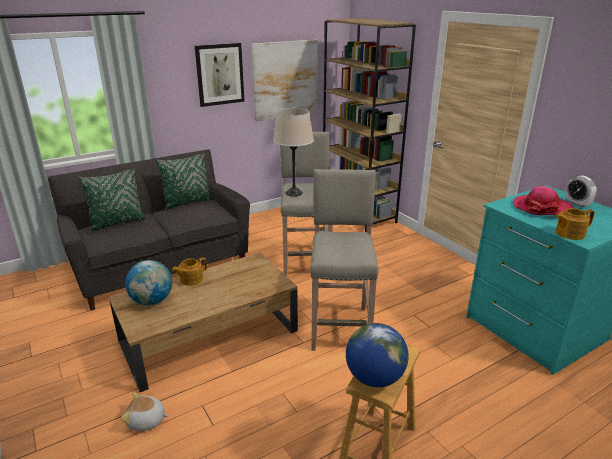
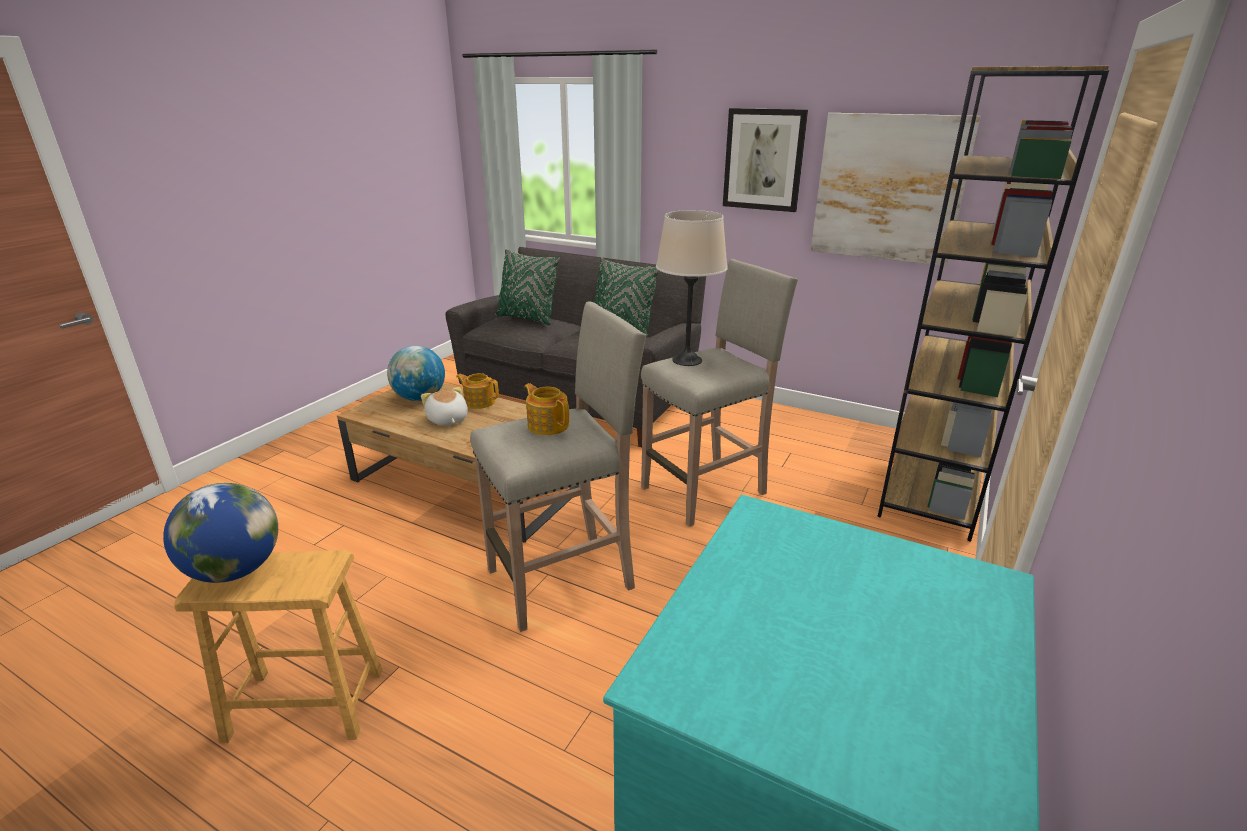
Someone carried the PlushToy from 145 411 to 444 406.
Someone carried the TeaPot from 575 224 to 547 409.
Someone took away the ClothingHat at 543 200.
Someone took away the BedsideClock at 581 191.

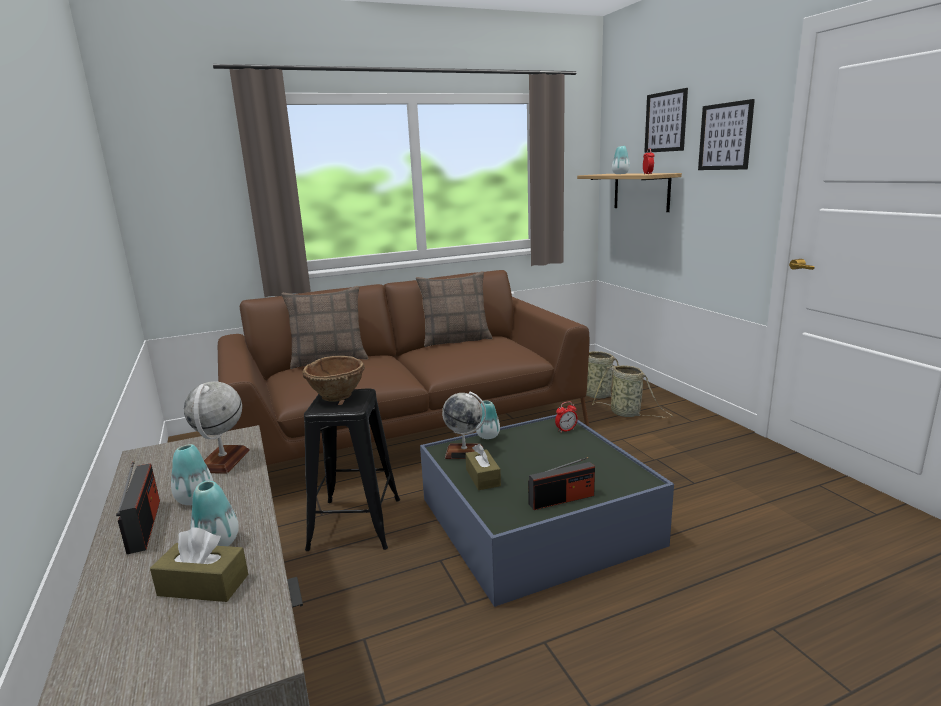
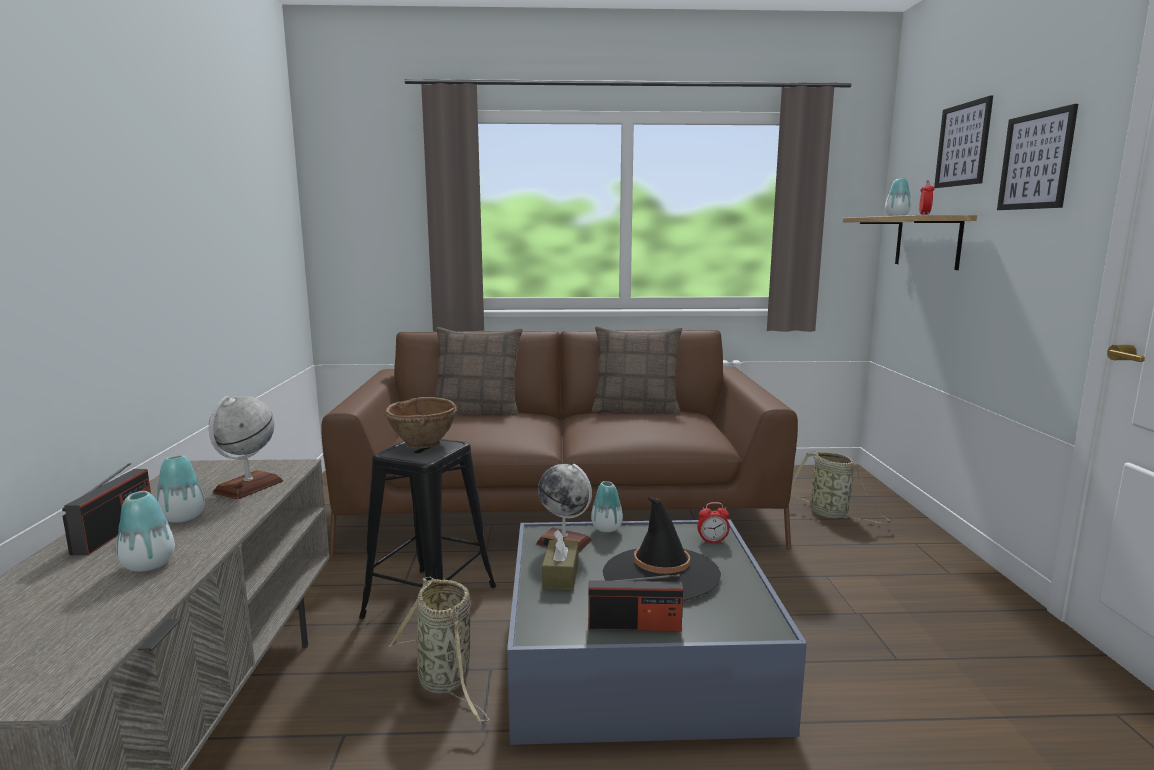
Someone carried the Basket from 632 391 to 439 649.
Someone put down the BlackColouredClothingHat at 662 549.
Someone took away the BrownTissueHolder at 199 564.

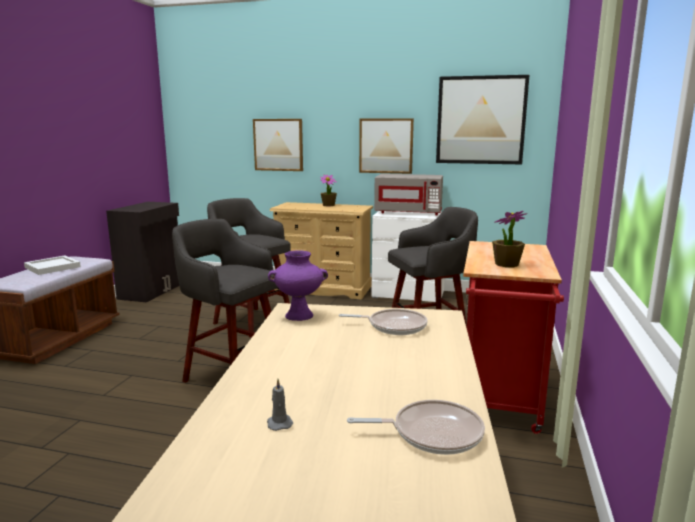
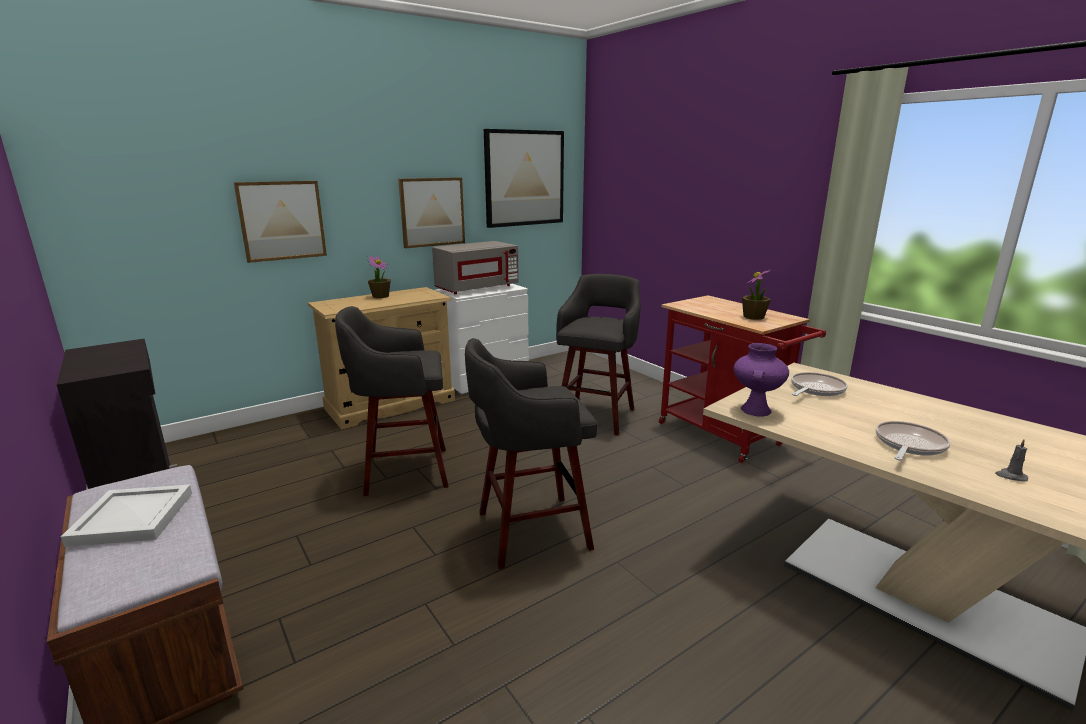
Someone carried the FryingPan from 416 427 to 913 441.

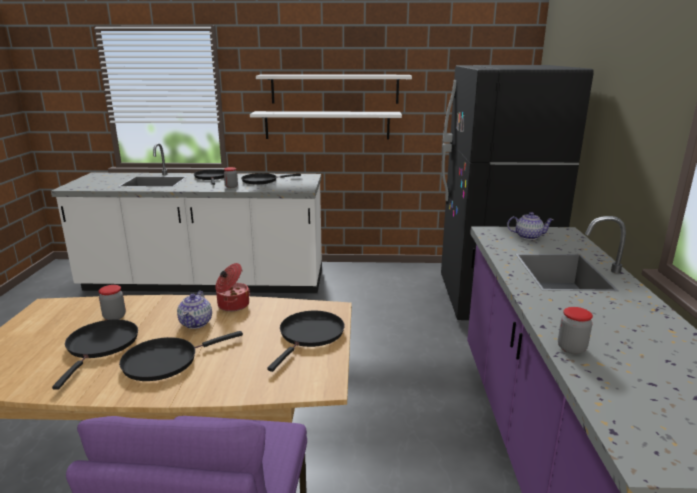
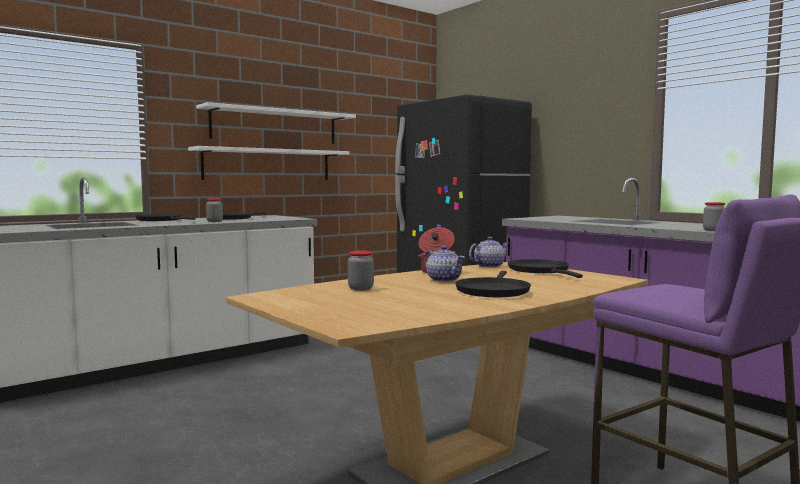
Someone carried the TeaPot from 530 226 to 489 252.
Someone took away the BlackColouredFryingPan at 95 354.

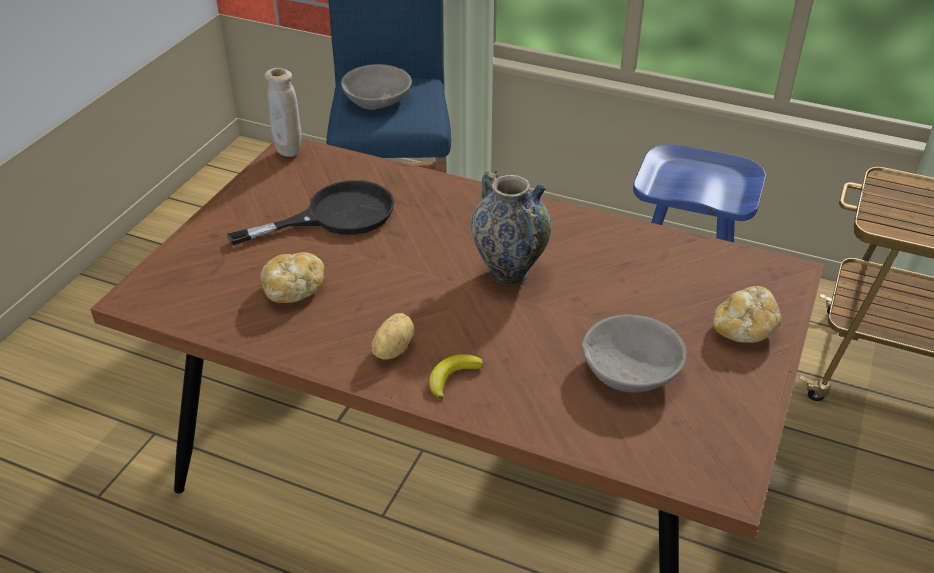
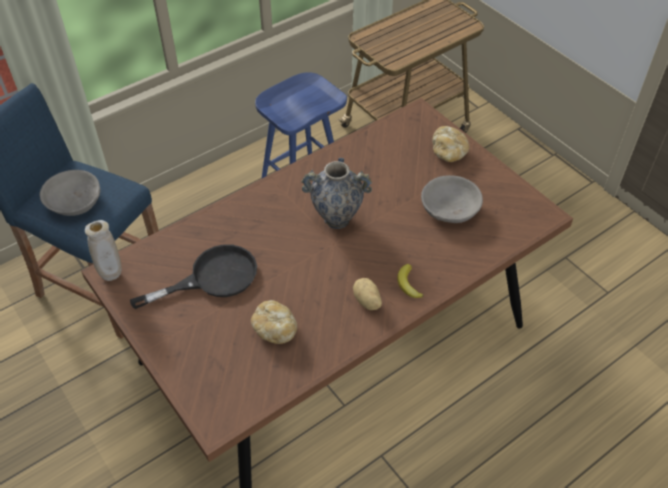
Someone rotated the BlackColouredFryingPan at 310 212 by 60 degrees clockwise.

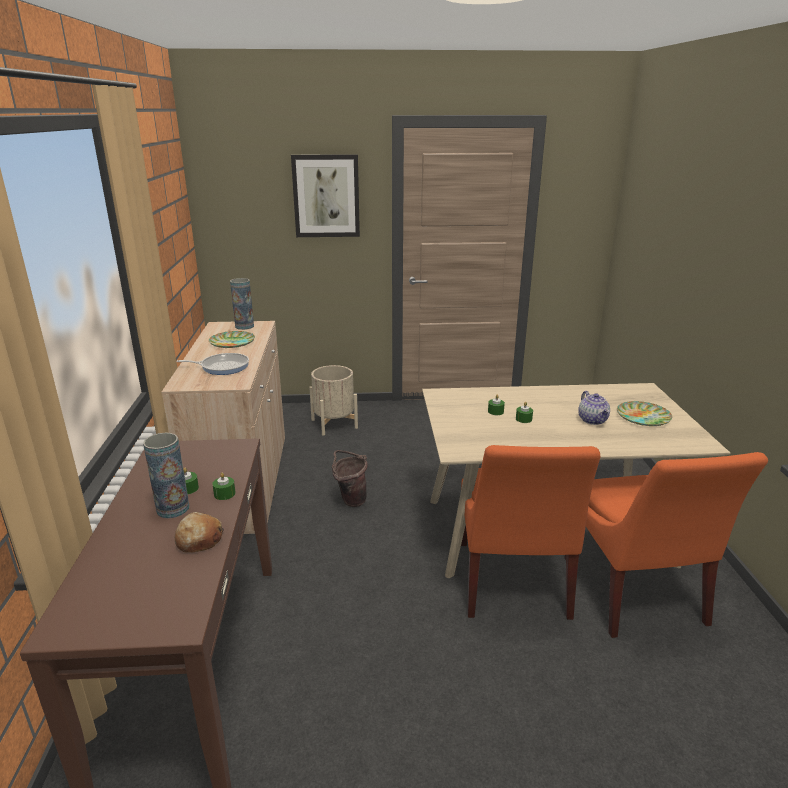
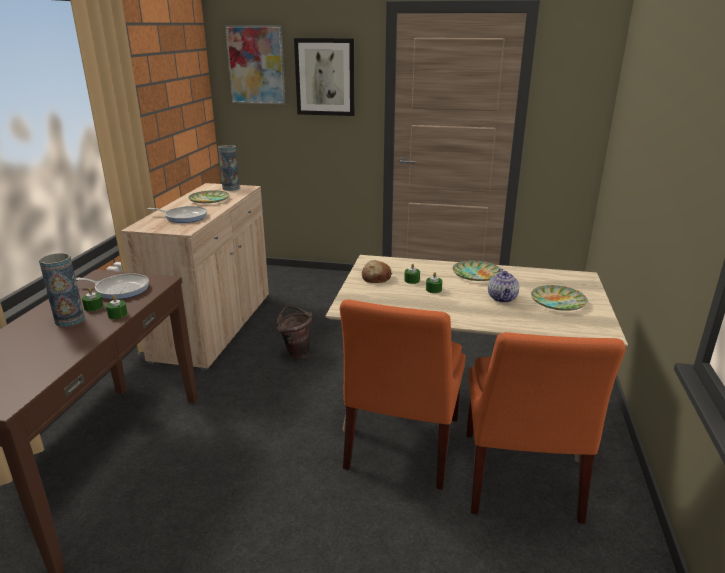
Someone put down the FryingPan at 112 286.
Someone put up the Picture at 255 64.
Someone carried the BakedBread from 199 532 to 377 271.
Someone put down the FlatDish at 476 270.
Someone took away the BeigeFlowerPot at 333 400.

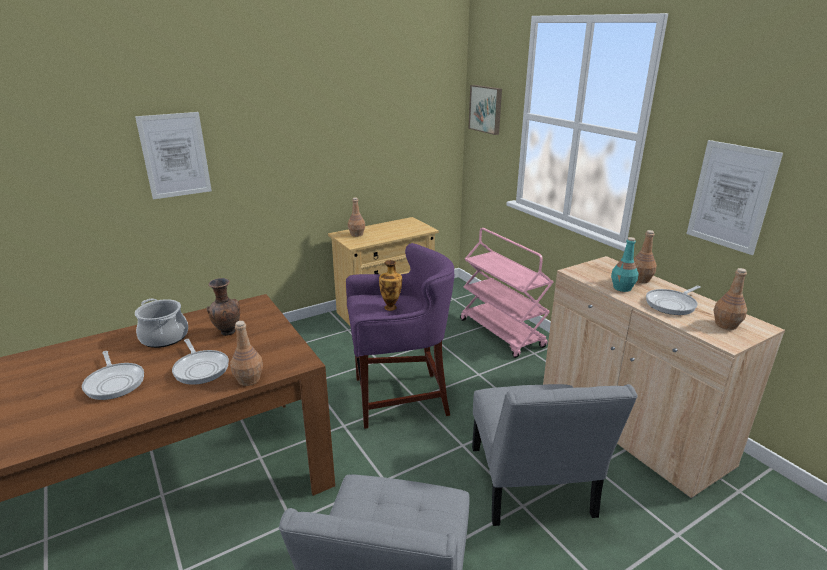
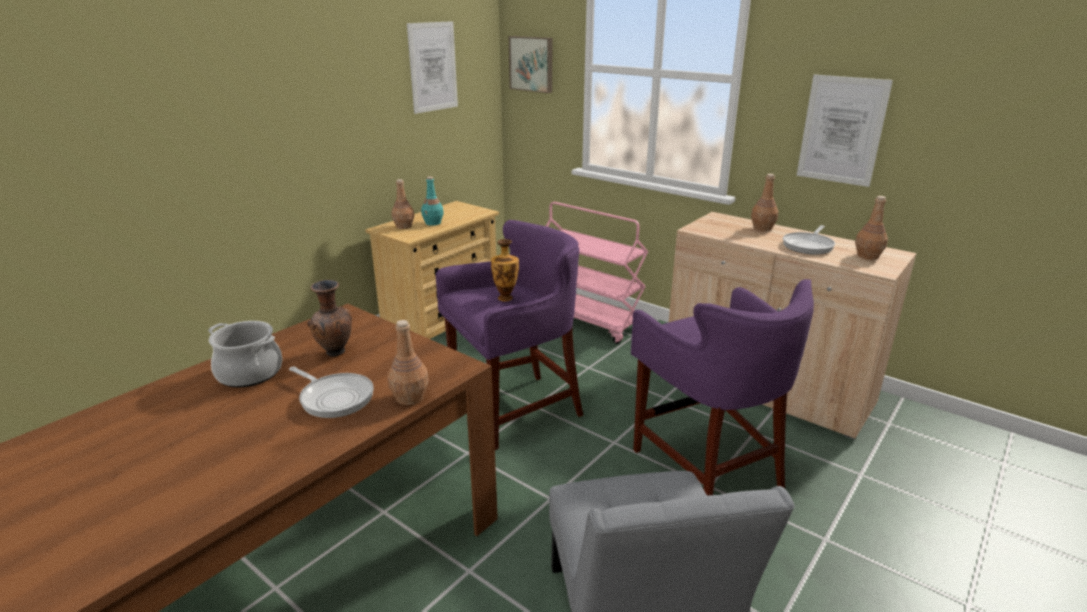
Someone carried the Picture from 173 155 to 432 67.
Someone carried the BlueGreenDrinkBottle from 625 264 to 432 201.
Someone swapped the GrayPlainChair at 555 455 for the PurpleStoolSeat at 722 387.
Someone took away the FryingPan at 113 375.

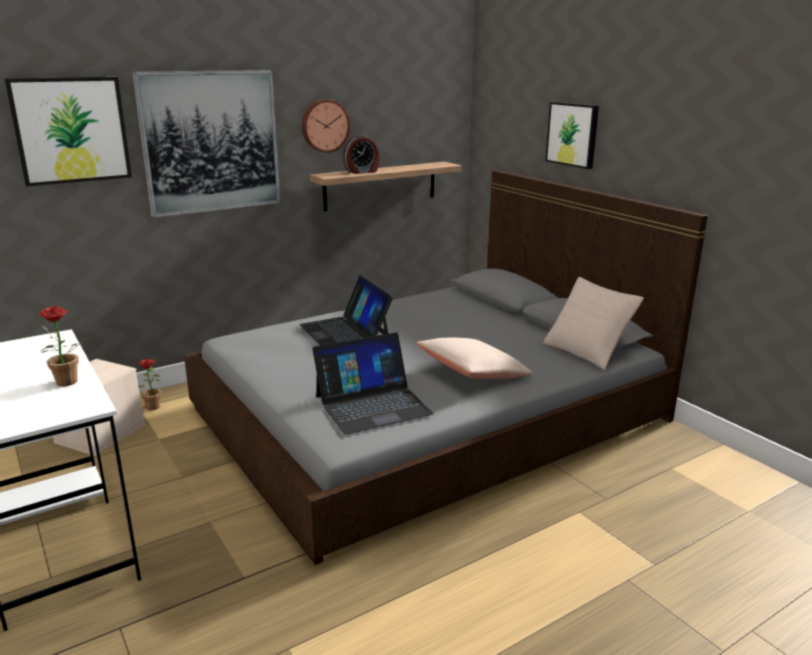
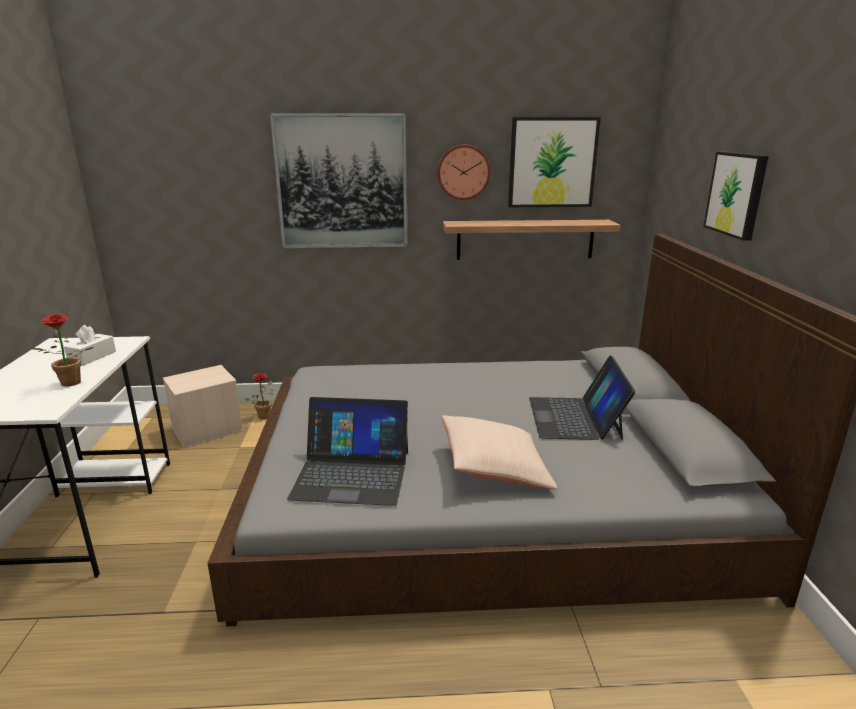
Someone put down the WhiteTissueHolder at 90 345.
Someone carried the Picture from 68 131 to 554 162.
Someone carried the Laptop from 346 310 to 582 397.
Someone took away the BedsideClock at 361 154.
Someone took away the BeigePillow at 593 323.

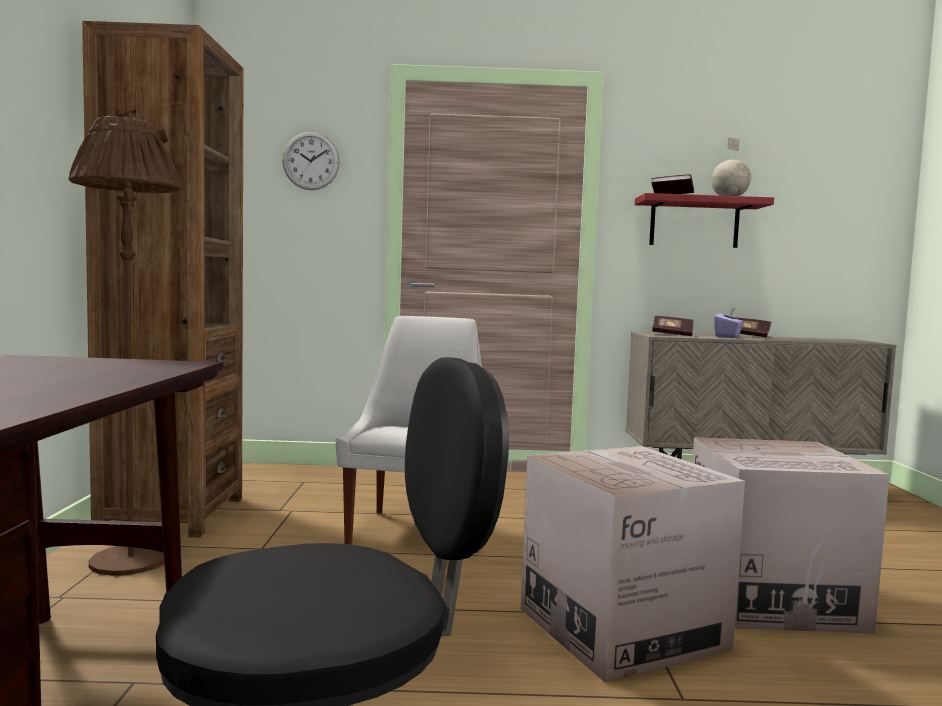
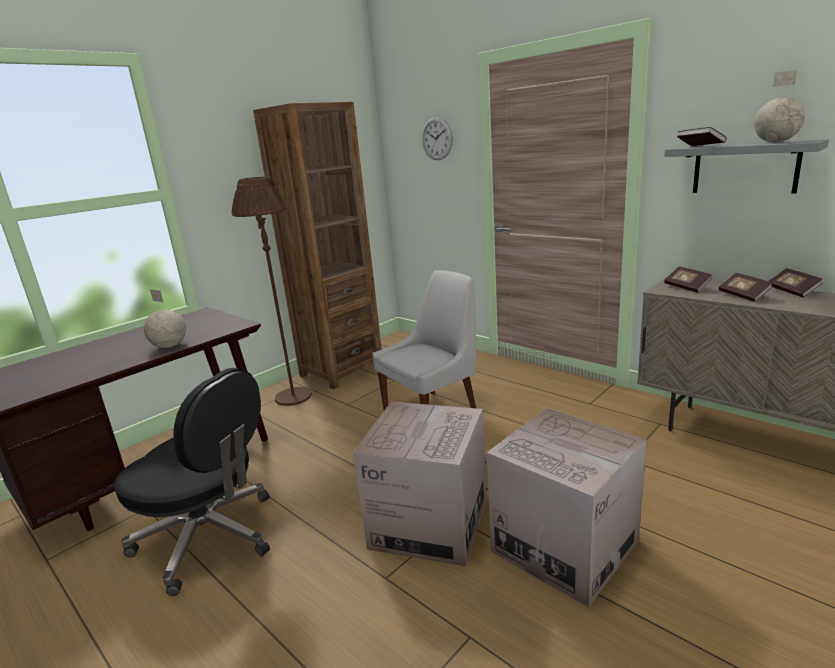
Someone put down the DeskGlobe at 165 318.
Someone repainted the RedShelf at 704 220, which became the GrayShelf at 746 166.
Someone swapped the PurpleTissueHolder at 729 322 for the Volume at 746 287.

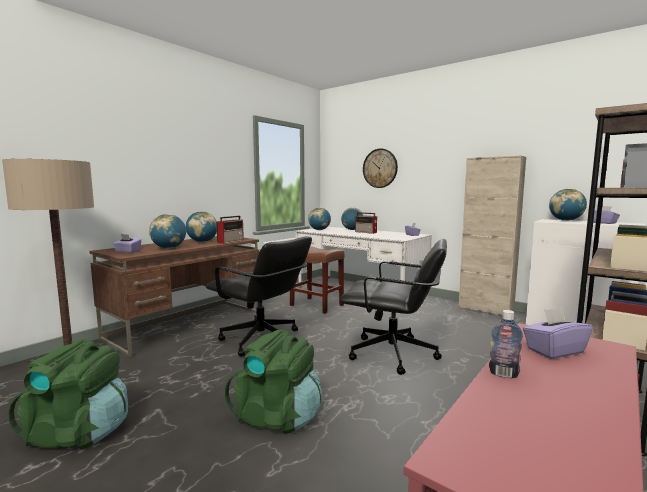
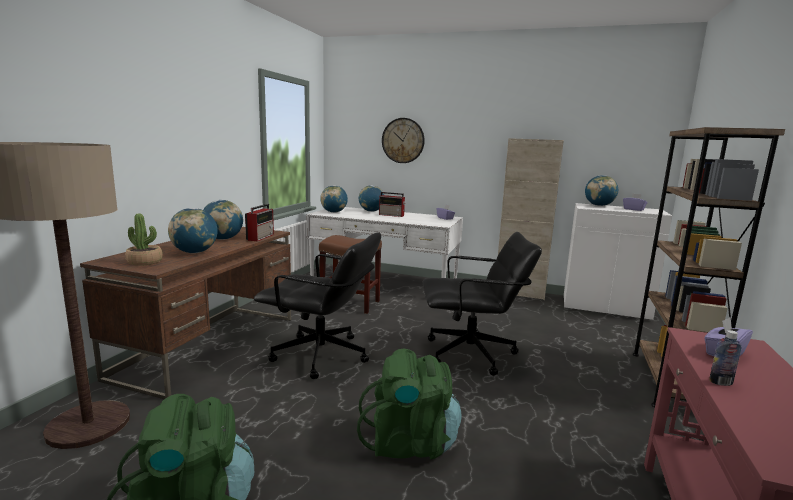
Someone swapped the PurpleTissueHolder at 127 243 for the PlantInAPot at 144 239.

